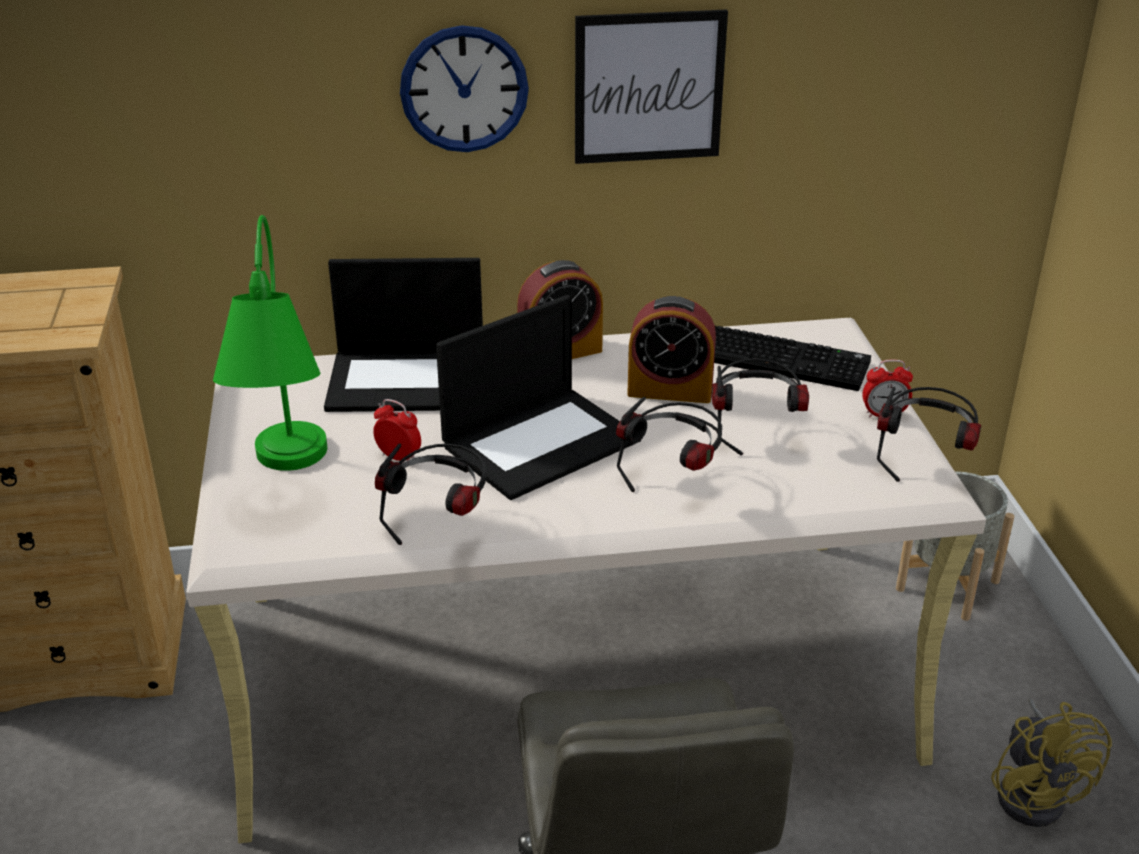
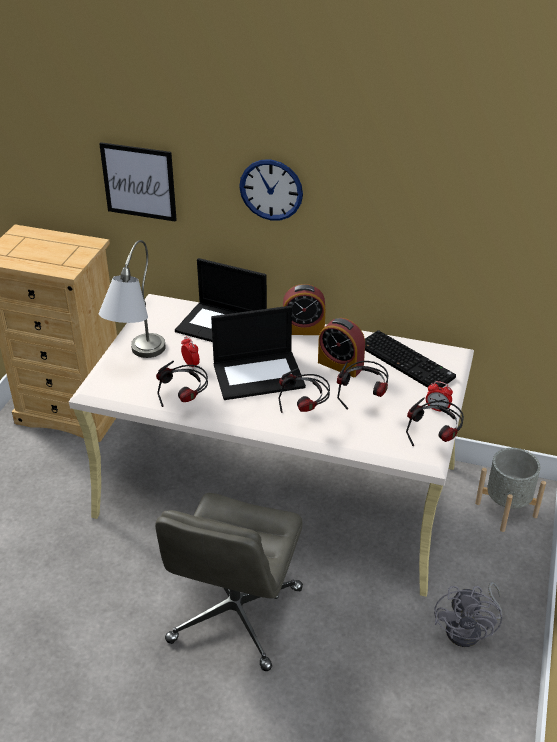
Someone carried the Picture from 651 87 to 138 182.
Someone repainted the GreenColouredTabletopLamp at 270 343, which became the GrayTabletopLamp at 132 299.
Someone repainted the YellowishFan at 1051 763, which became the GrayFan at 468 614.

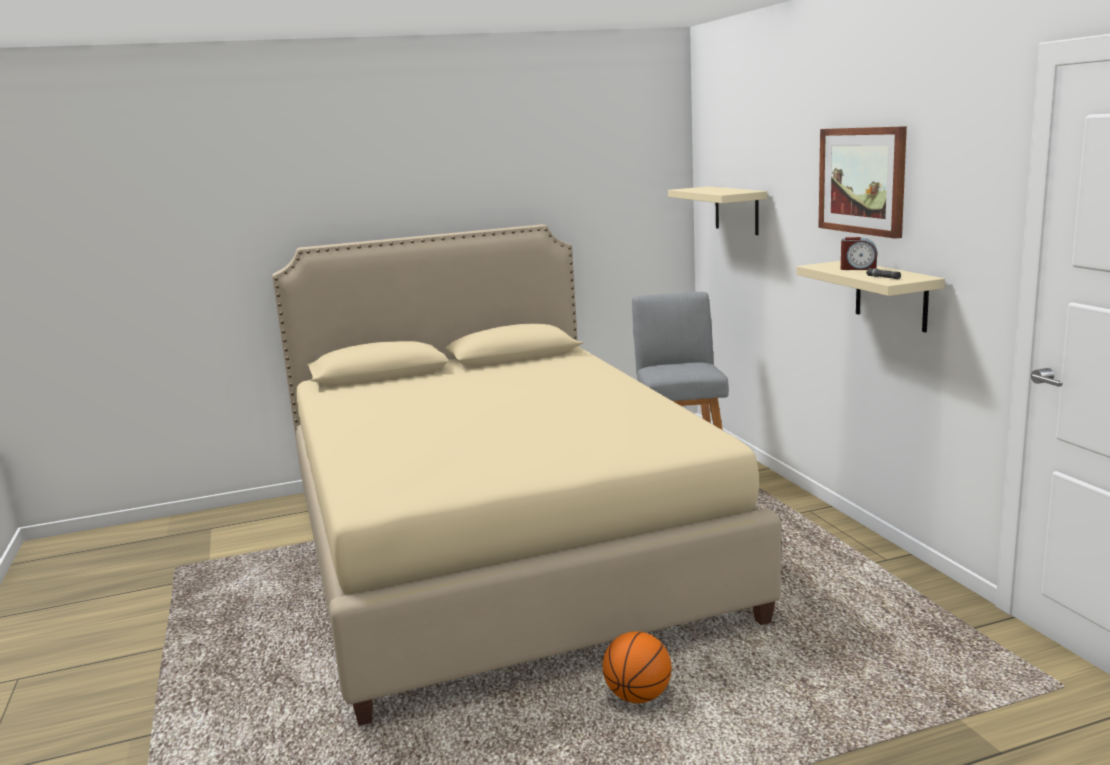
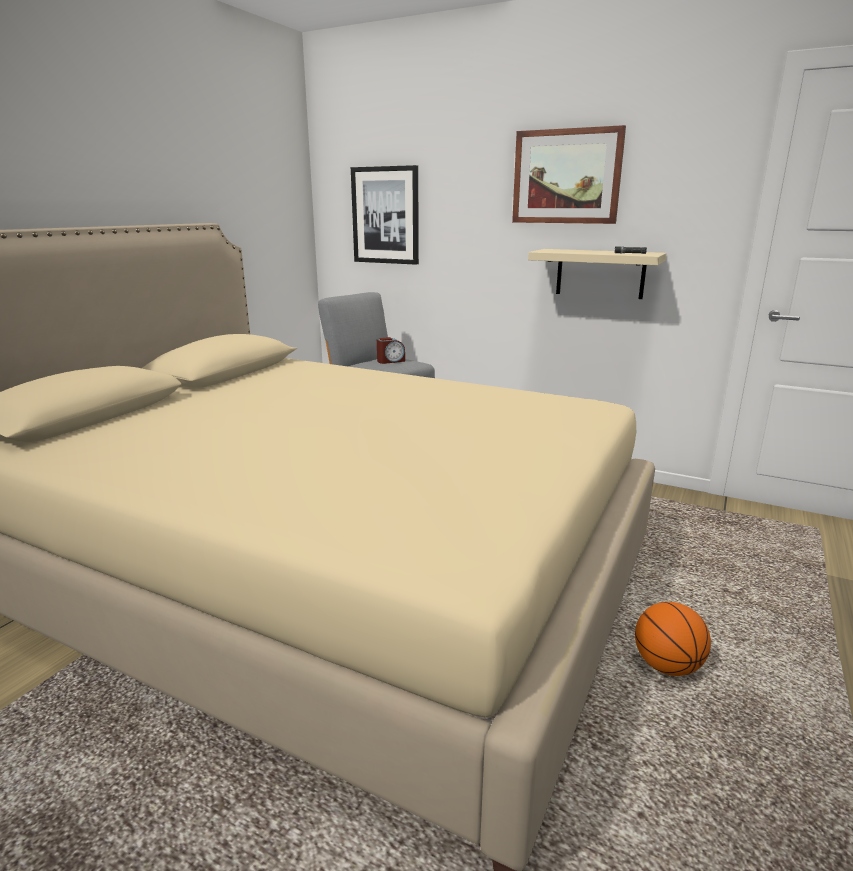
Someone swapped the BeigeShelf at 717 210 for the Picture at 385 215.
Someone carried the BedsideClock from 859 253 to 391 350.

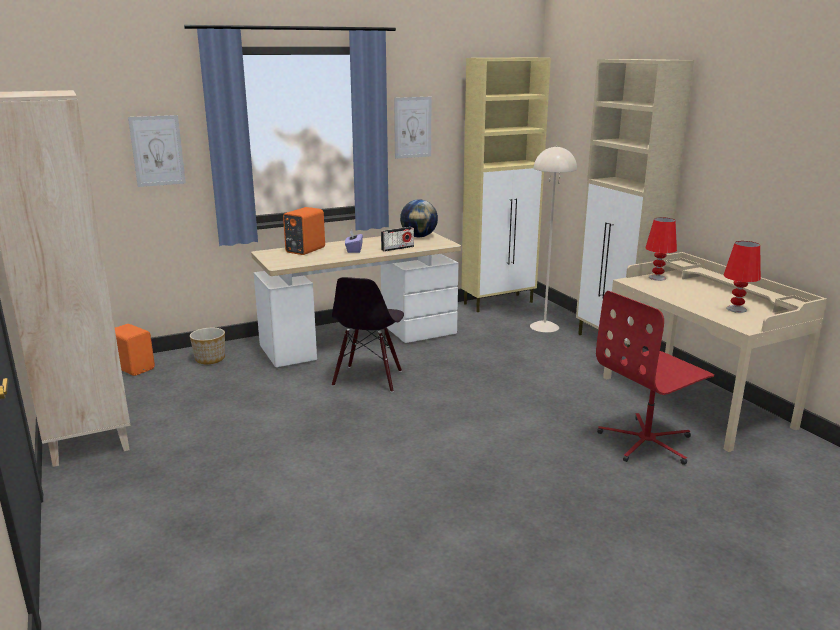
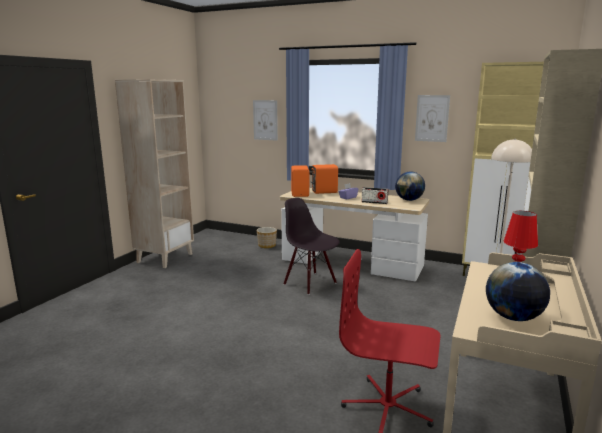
Someone rotated the BlackColouredPlainChair at 368 334 by 75 degrees clockwise.
Someone carried the OrangeSpeaker from 135 350 to 300 181.
Someone swapped the RedTabletopLamp at 742 277 for the DeskGlobe at 518 291.

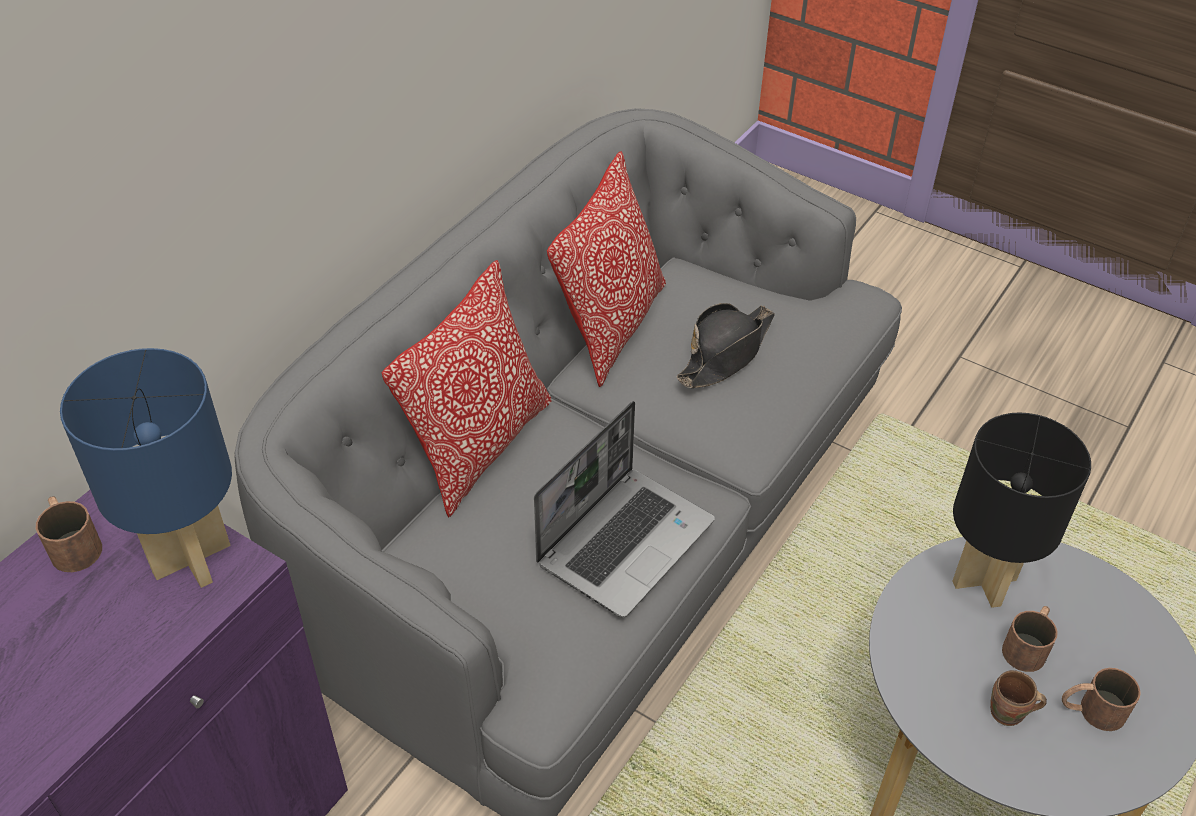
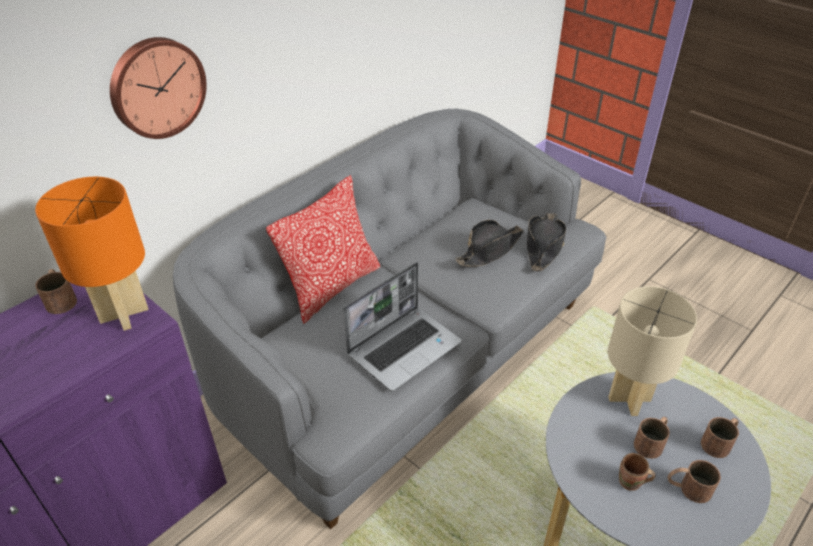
Someone repainted the BlueColouredTabletopLamp at 146 468, which became the OrangeTabletopLamp at 92 254.
Someone put up the ClockOnTheWall at 158 88.
Someone put down the BlackColouredClothingHat at 546 242.
Someone repainted the BlackColouredTabletopLamp at 1022 510, which became the BeigeTabletopLamp at 652 351.
Someone put down the BrownMug at 720 437.
Someone took away the Pillow at 606 269.

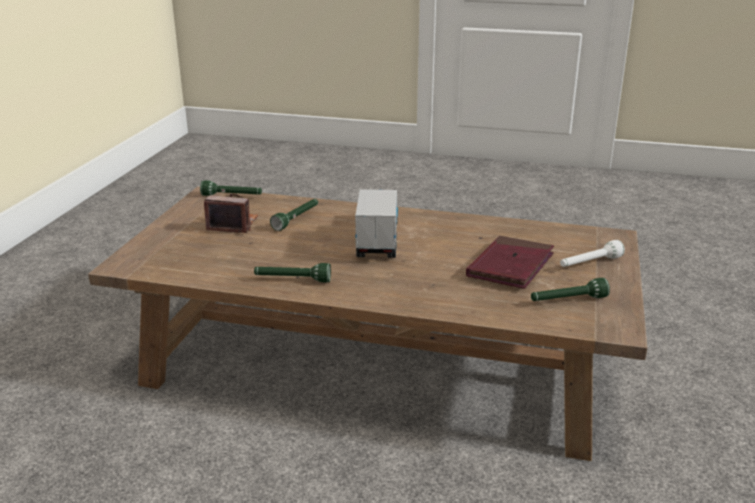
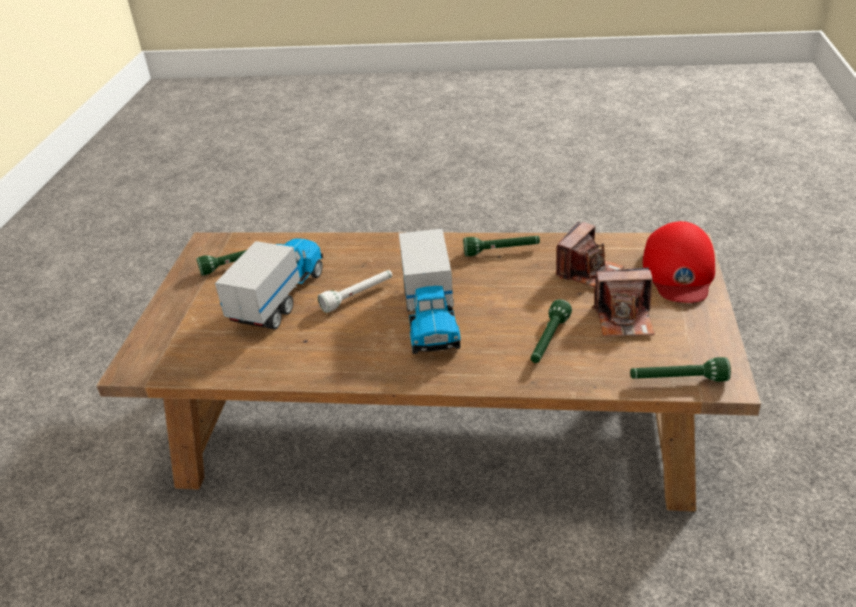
Someone swapped the RedVolume at 510 262 for the ToyTruck at 269 284.
Someone carried the WhiteHandTorch from 592 253 to 355 291.
Someone put down the StillCamera at 590 254.
Someone put down the RedPeakedCap at 679 262.

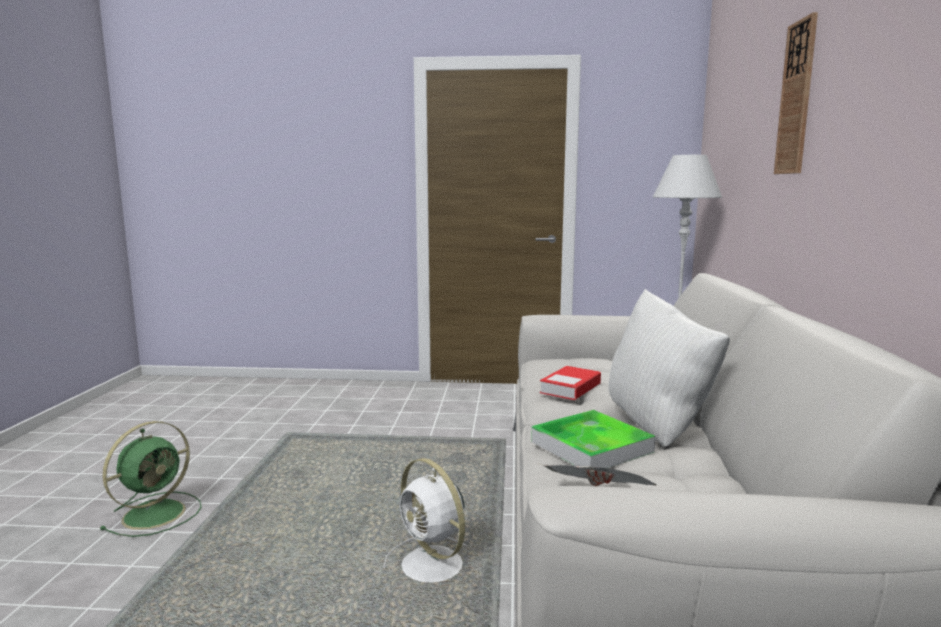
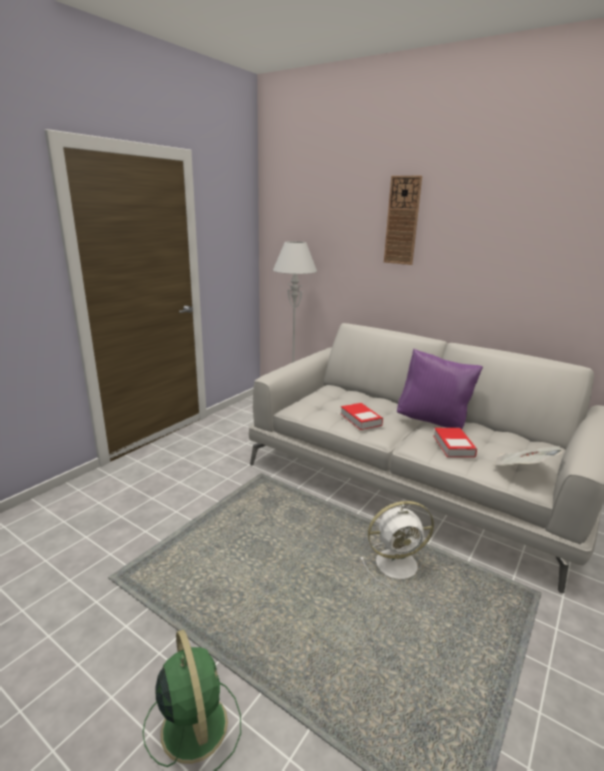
Someone repainted the WhitePillow at 669 368, which became the PurplePillow at 440 389.
Someone swapped the CarryingTray at 593 439 for the Volume at 455 442.

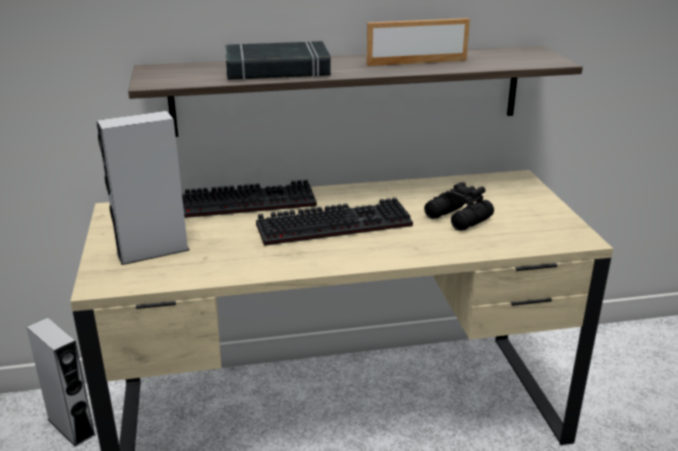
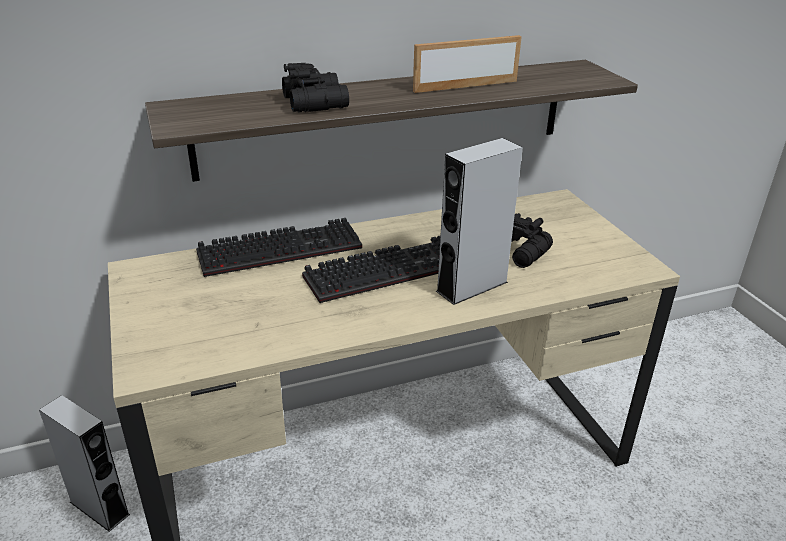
Someone swapped the BlackColouredVolume at 278 60 for the BlackColouredFieldGlasses at 315 87.
Someone carried the GraySpeaker from 143 188 to 479 221.

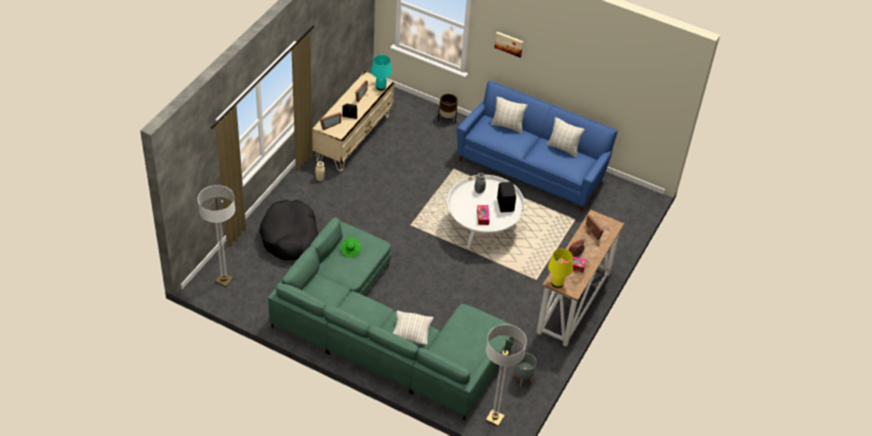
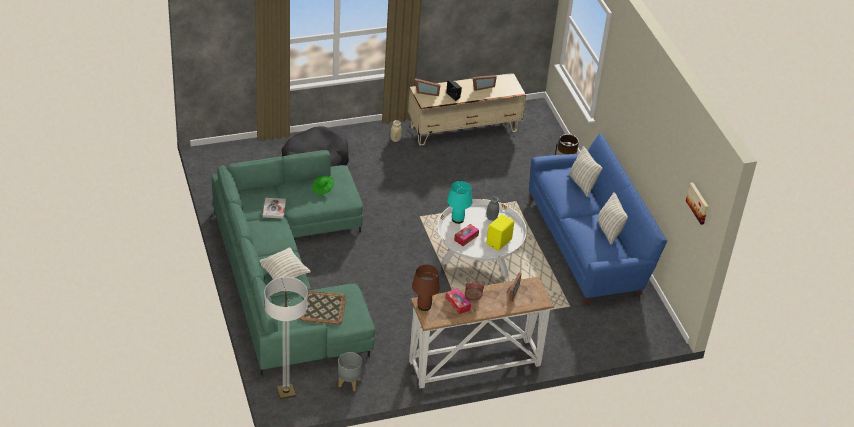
Someone put down the Volume at 274 208.
Someone put down the CarryingTray at 323 308.
Someone repainted the YellowishTabletopLamp at 560 268, which became the BrownTabletopLamp at 426 287.
Someone carried the BlueGreenTabletopLamp from 381 73 to 459 202.
Someone repainted the BlackColouredSpeaker at 506 197, which became the YellowishSpeaker at 500 232.
Someone carried the Picture from 508 44 to 697 204.
Someone took away the StandingLamp at 216 236.

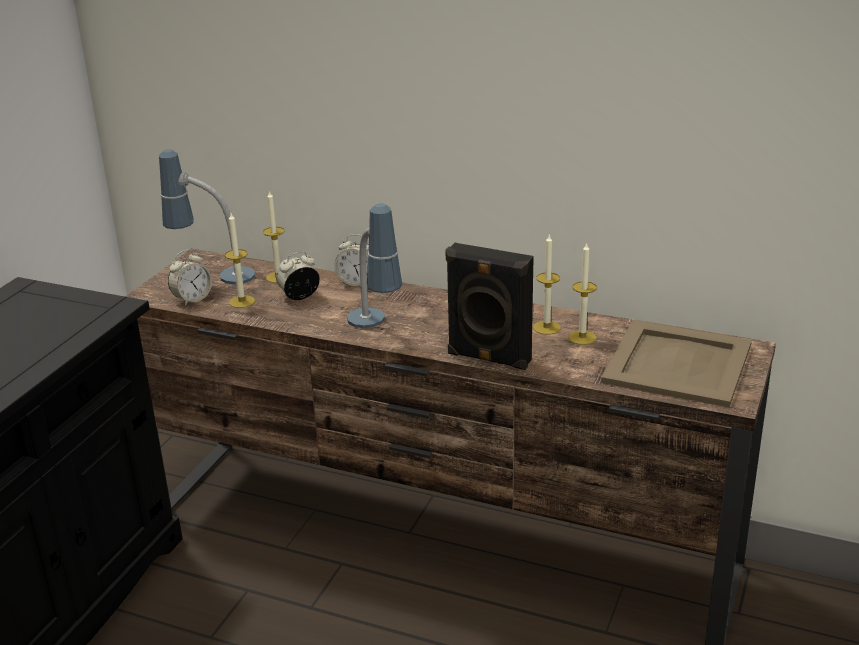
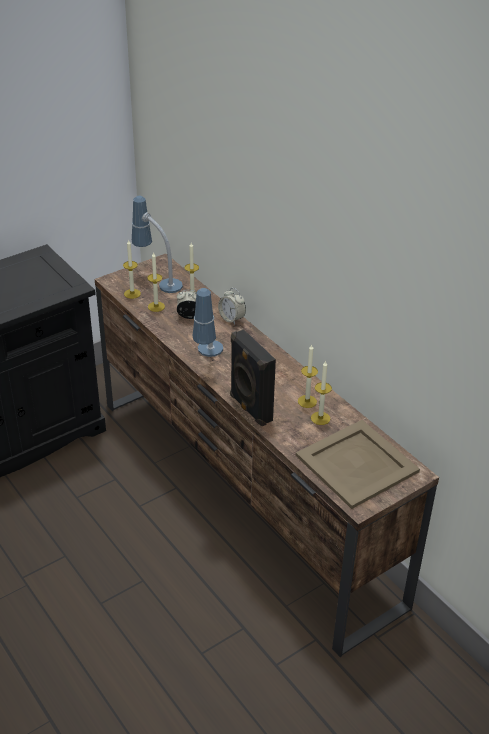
Someone swapped the BedsideClock at 190 278 for the WaxCandle at 132 269.

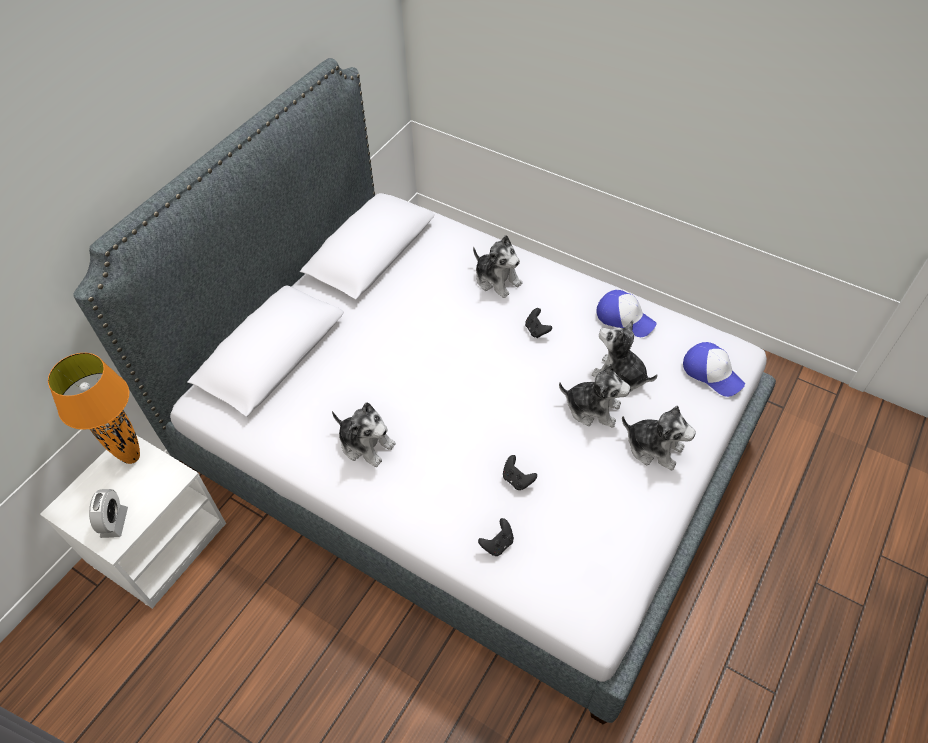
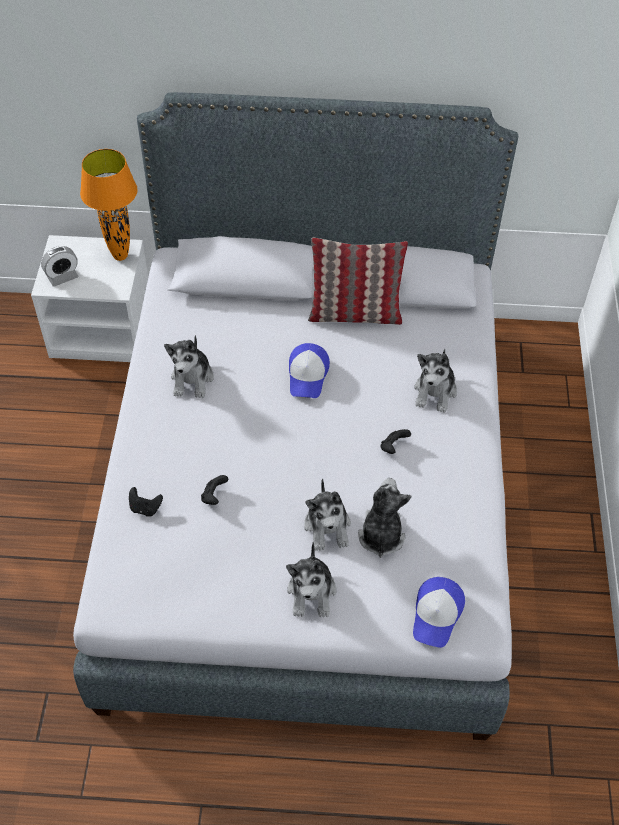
Someone carried the PeakedCap from 626 313 to 309 370.
Someone put down the Pillow at 358 281.

